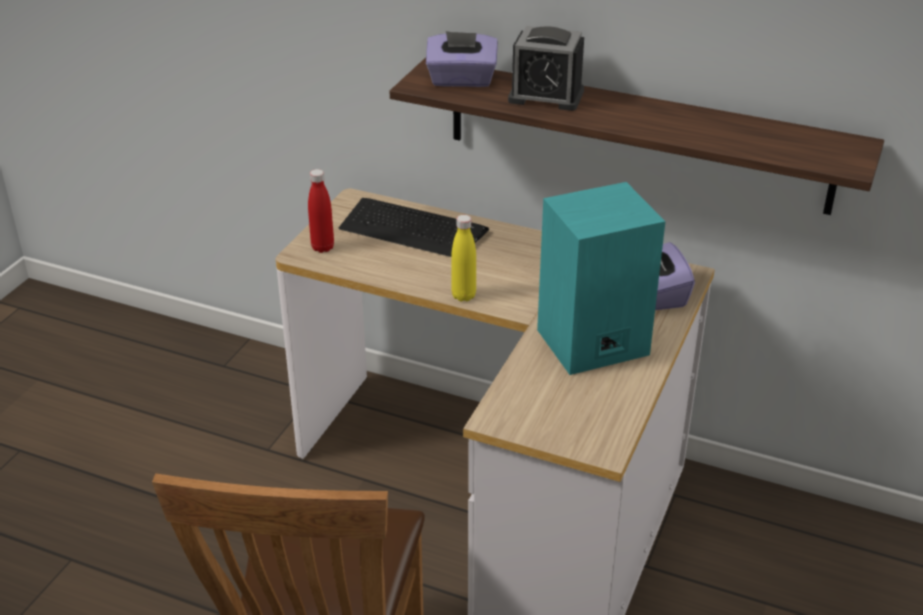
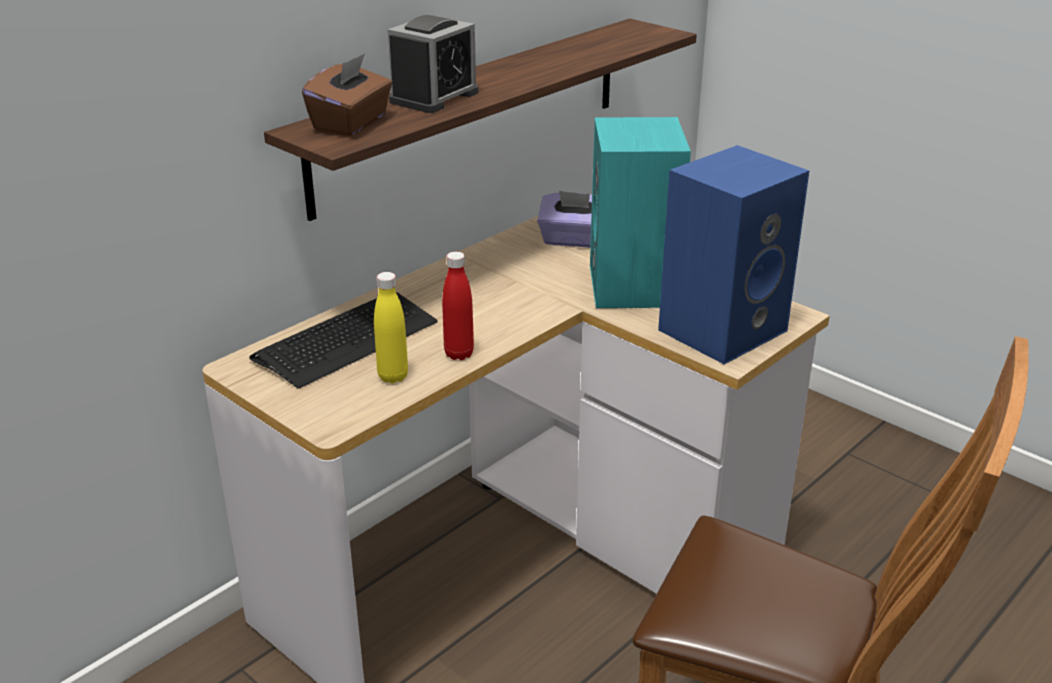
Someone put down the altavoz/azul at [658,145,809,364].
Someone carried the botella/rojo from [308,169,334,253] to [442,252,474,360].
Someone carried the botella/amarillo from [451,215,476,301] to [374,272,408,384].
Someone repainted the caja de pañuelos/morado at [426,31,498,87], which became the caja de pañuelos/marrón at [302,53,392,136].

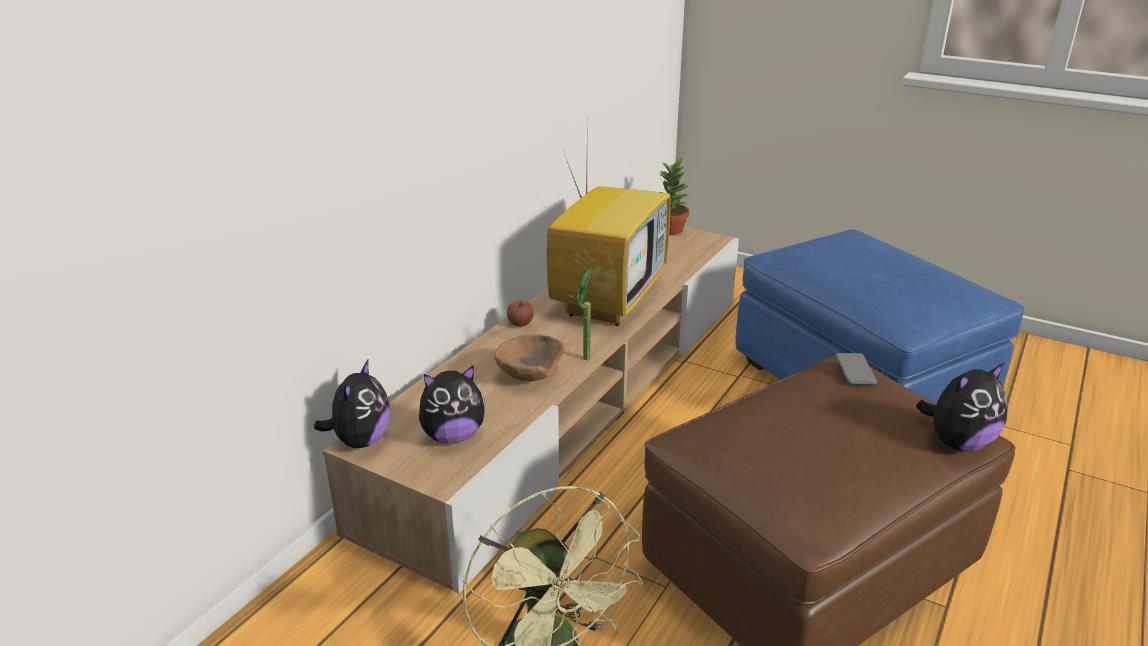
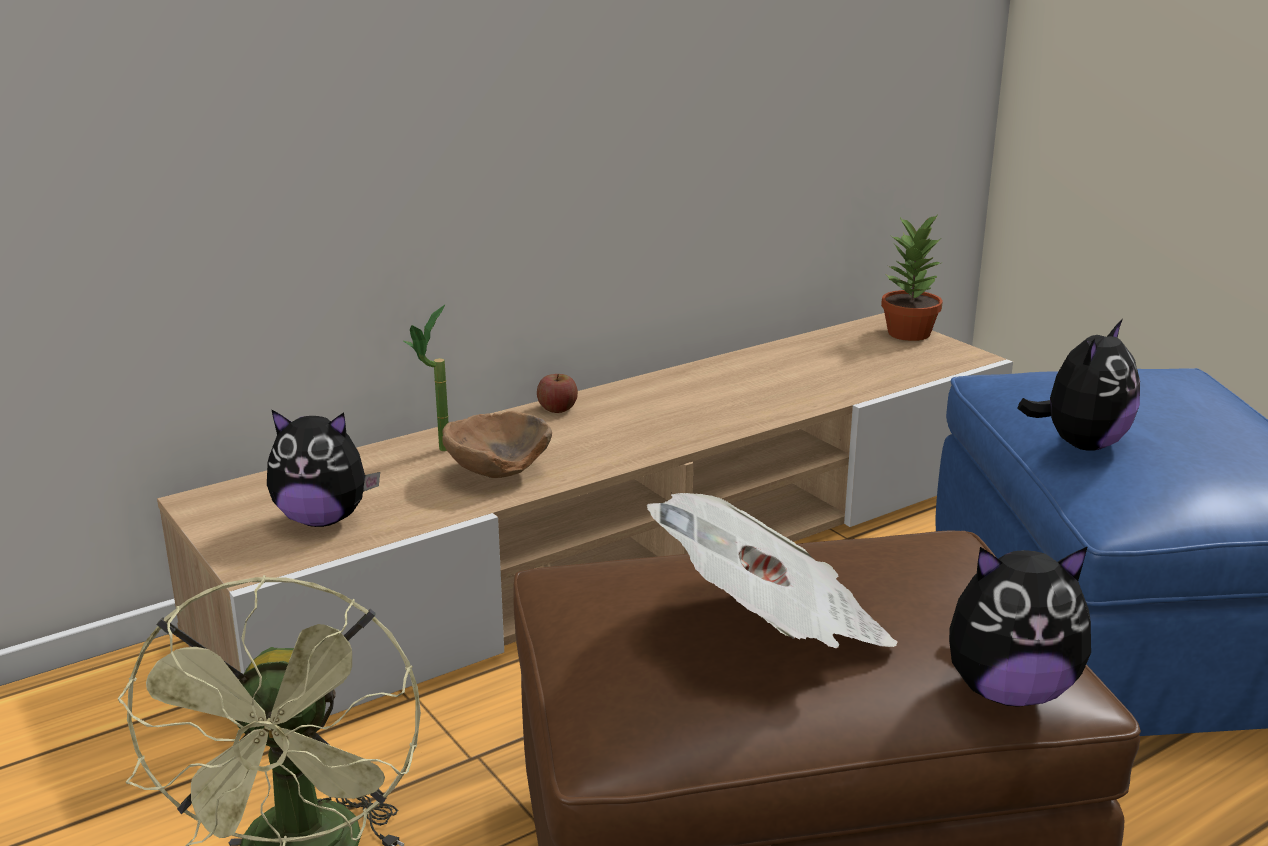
Someone took away the televisor at [547,151,670,326].
Someone took away the móvil at [836,353,877,385].
Someone put down the periódico at [647,493,898,648].
Someone carried the peluche from [314,360,391,448] to [1017,319,1140,451].
Someone carried the planta en maceta from [570,268,591,360] to [404,305,448,451].

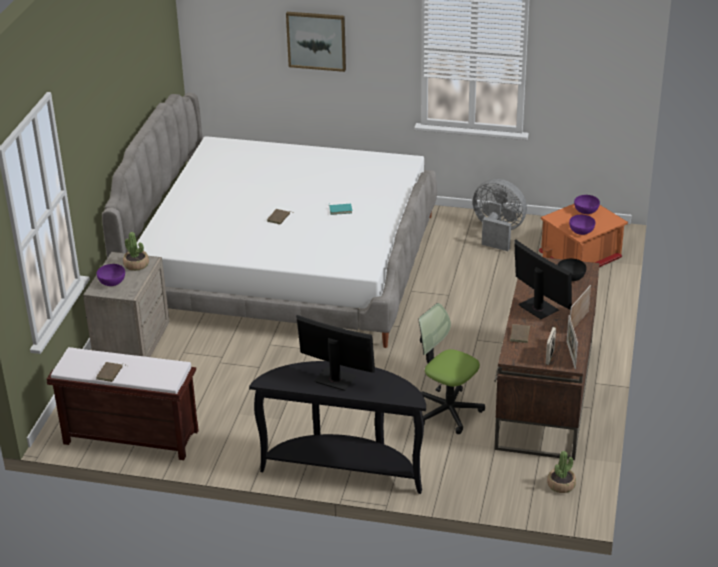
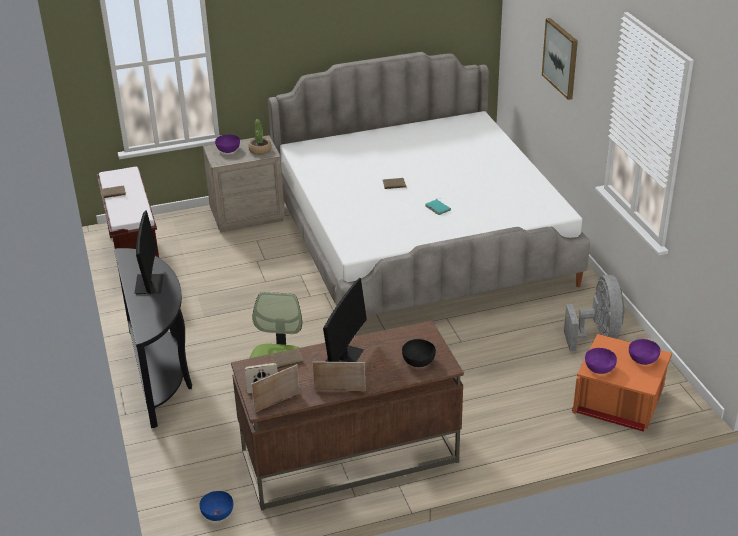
Someone swapped the planta en maceta at [547,451,576,493] for the cuenco/azul at [200,491,233,521].

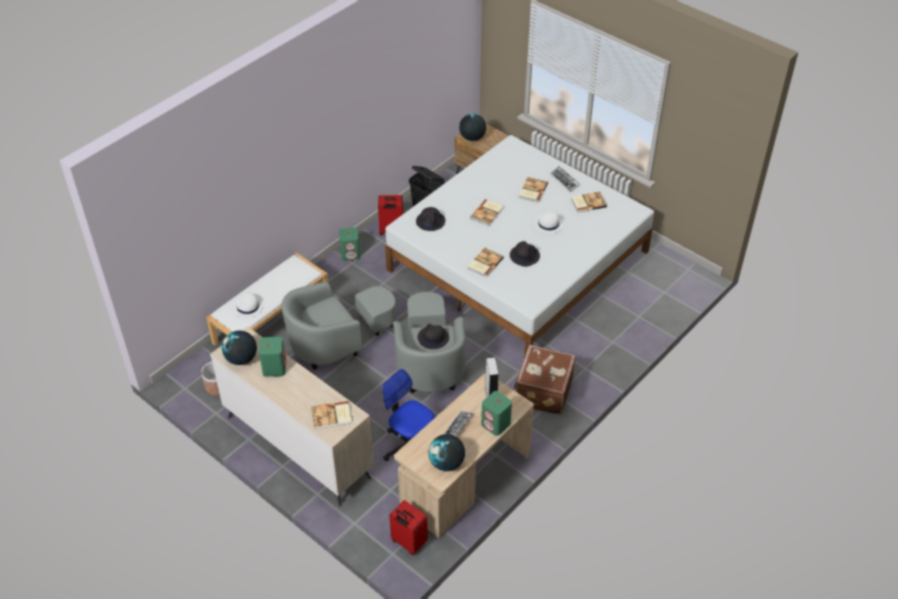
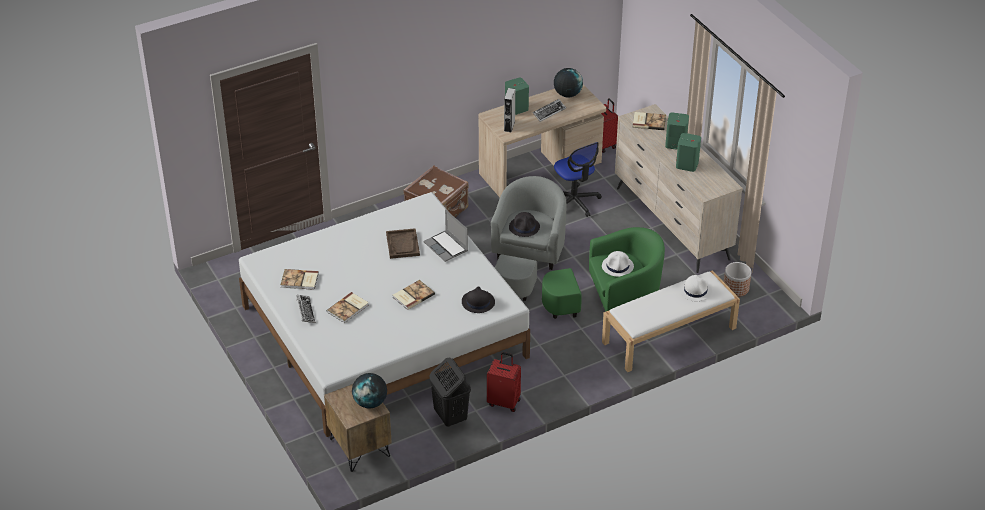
Someone took away the globo terráqueo at [222,330,257,365].
Someone carried the altavoz/verde from [339,227,360,261] to [665,113,689,150].
Someone carried the sombrero/blanco from [534,210,564,234] to [602,251,634,277].
Someone swapped the libro at [468,248,504,277] for the portátil at [423,209,468,262].
Someone swapped the sombrero/negro at [510,241,540,267] for the bandeja/marrón at [386,228,420,259].
Someone repainted the sillón/gris at [281,281,397,370], which became the sillón/verde at [542,227,665,319].

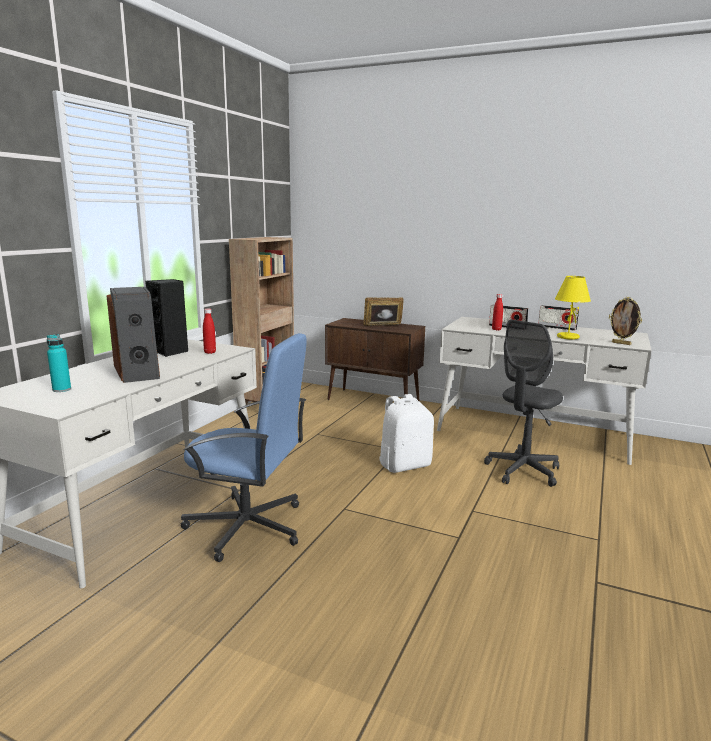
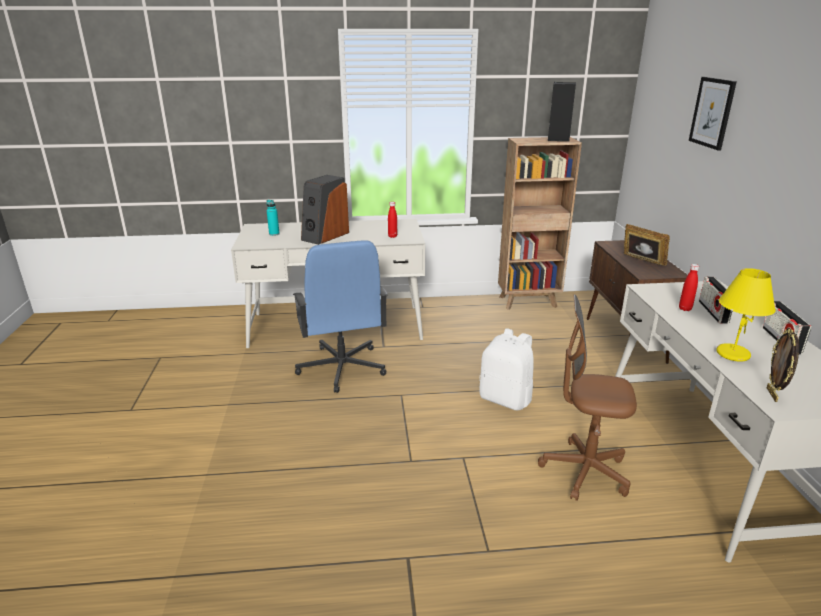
Someone put up the cuadro at [689,77,737,151].
Someone carried the altavoz/negro from [145,279,188,357] to [548,82,576,142].
Someone repainted the silla de oficina/gris at [484,320,563,487], which became the silla de oficina/marrón at [538,295,637,501].

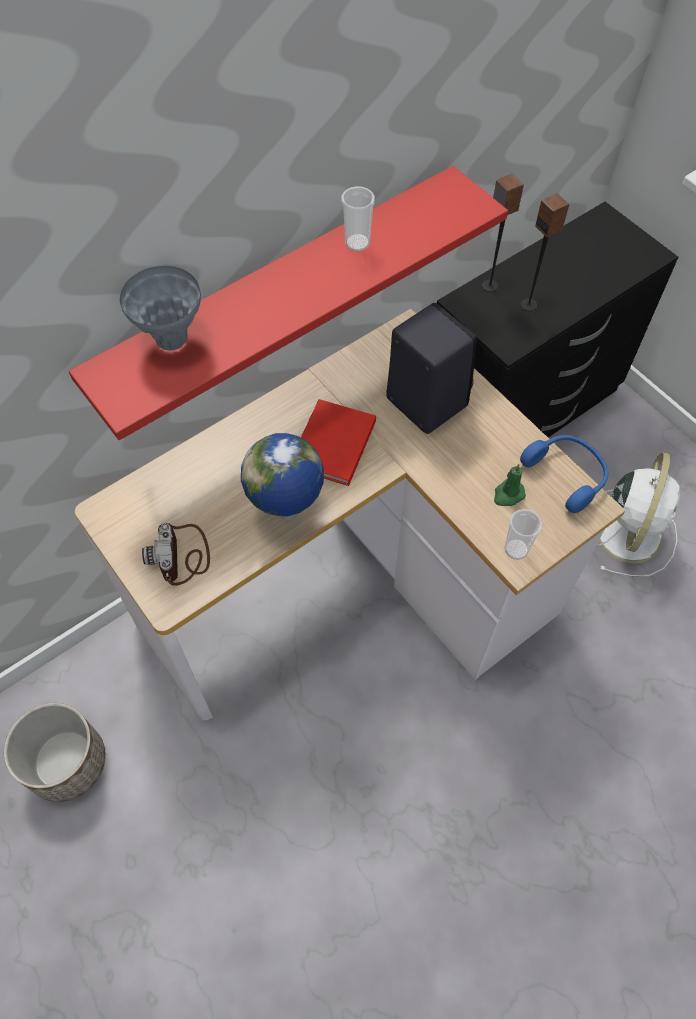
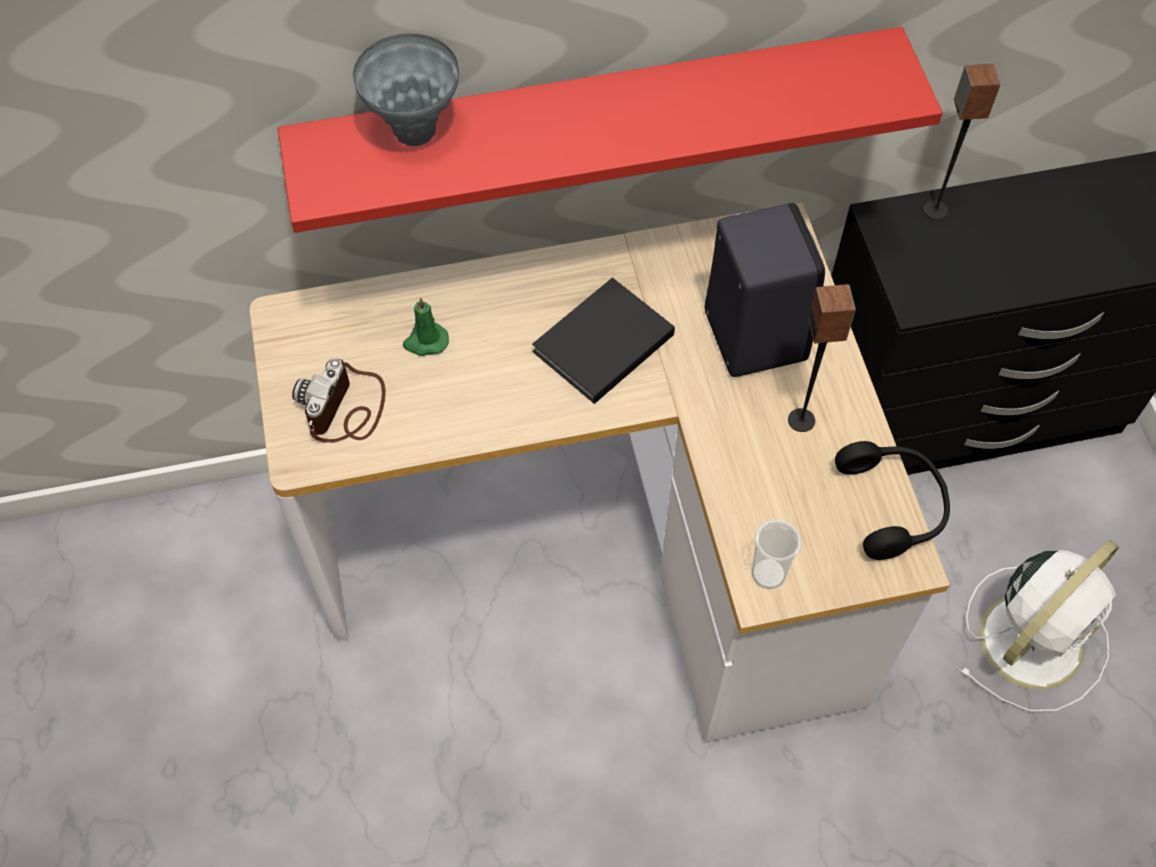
Someone took away the maceta at [4,703,106,802].
Someone took away the globo terráqueo at [241,433,324,520].
Someone took away the taza at [341,186,375,251].
Someone carried the vela/verde from [494,464,526,506] to [403,297,449,356].
Someone carried the altavoz from [520,193,569,311] to [788,284,856,432].
Someone repainted the libro/rojo at [301,399,376,486], which became the libro/negro at [532,277,675,404].
Someone repainted the auriculares/azul at [520,435,608,513], which became the auriculares/negro at [835,441,950,560].

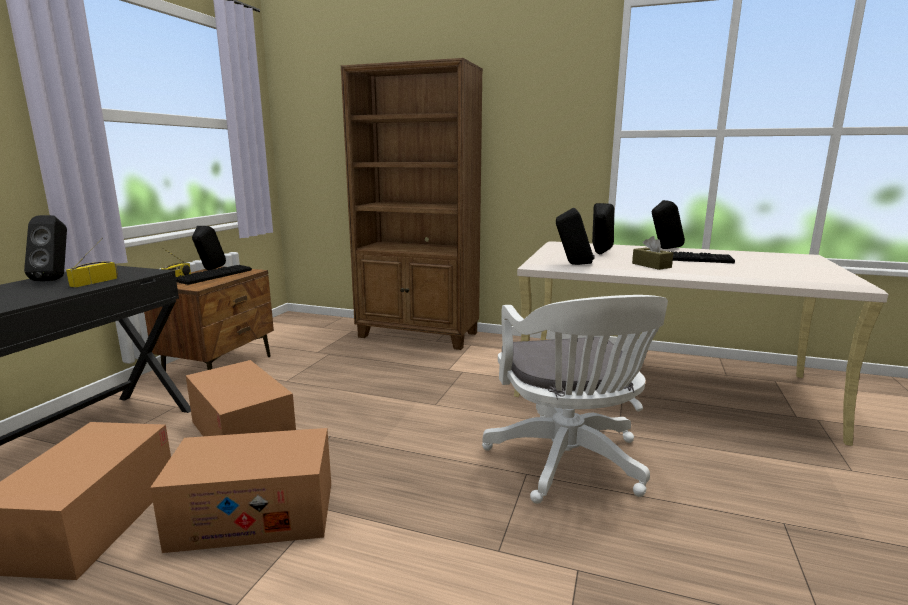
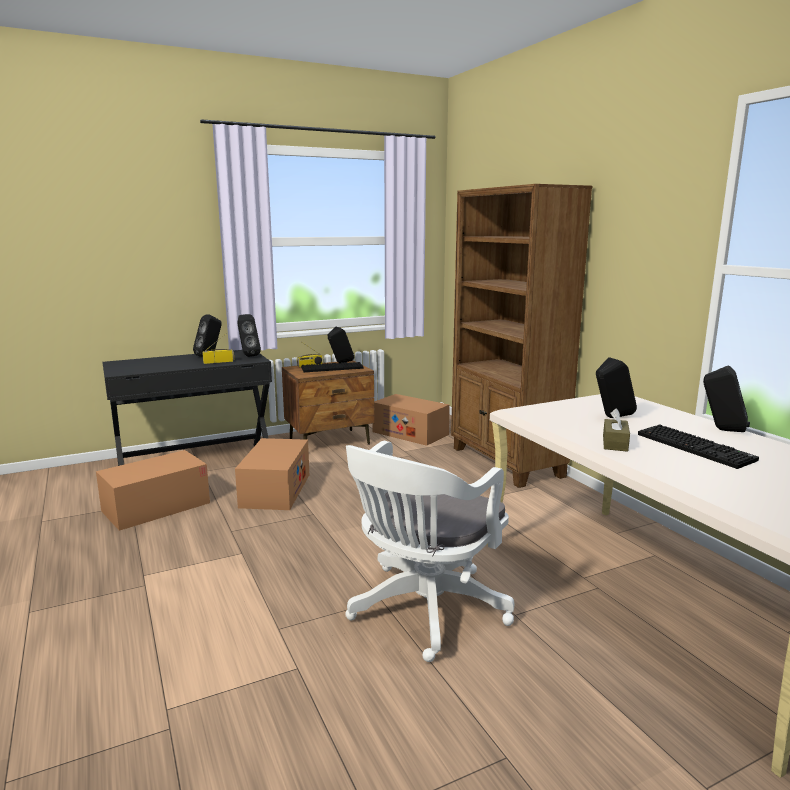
Someone carried the caja de cartón from [150,428,331,553] to [373,394,450,446].
Someone carried the altavoz/negro from [556,208,595,265] to [237,314,261,357].

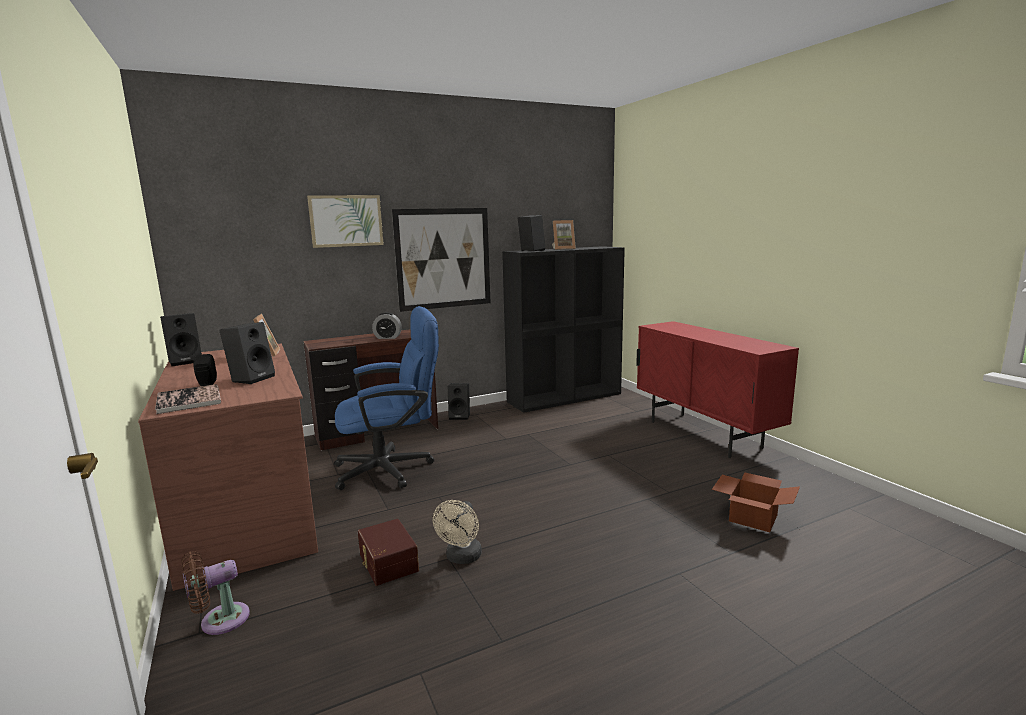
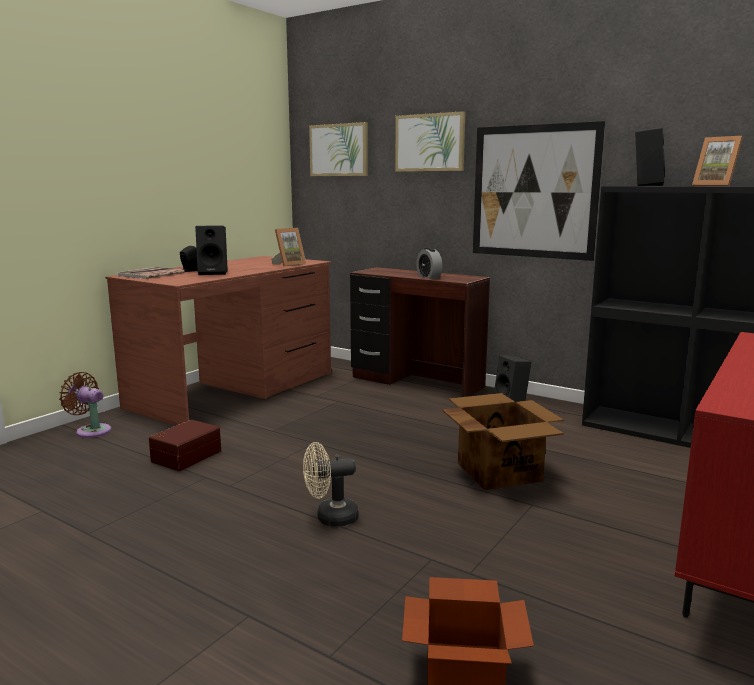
Someone took away the altavoz/negro at [160,313,202,366].
Someone took away the silla de oficina/azul at [334,306,439,490].
Someone put up the cuadro at [309,122,368,176].
Someone put down the caja de cartón at [442,393,564,490].
Someone carried the ventilador/beis from [433,500,482,564] to [303,442,359,527].

